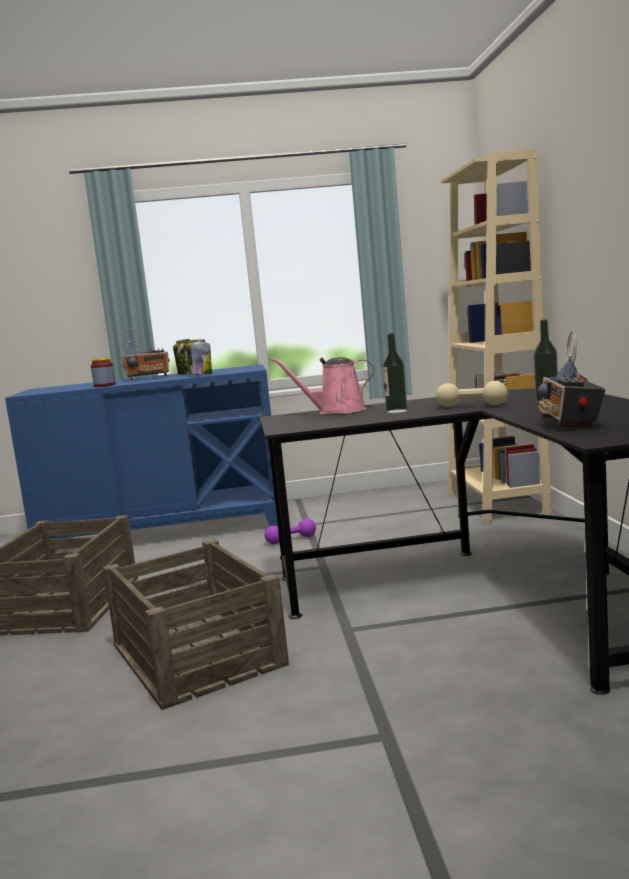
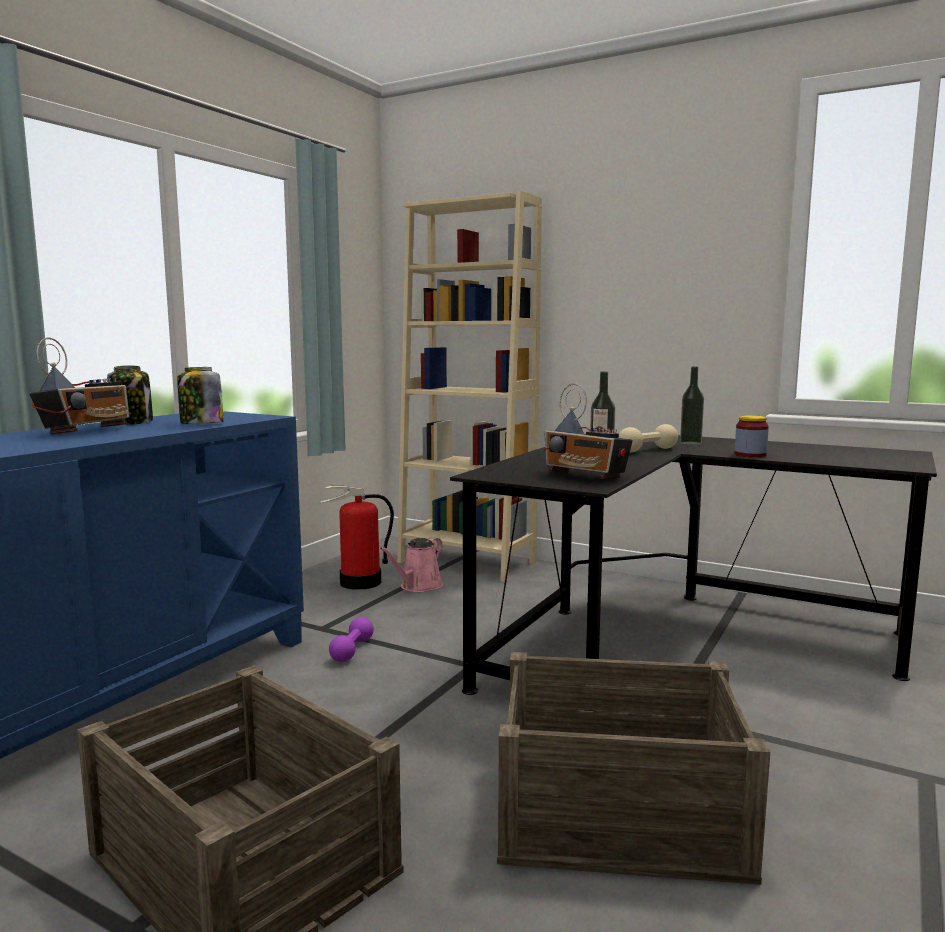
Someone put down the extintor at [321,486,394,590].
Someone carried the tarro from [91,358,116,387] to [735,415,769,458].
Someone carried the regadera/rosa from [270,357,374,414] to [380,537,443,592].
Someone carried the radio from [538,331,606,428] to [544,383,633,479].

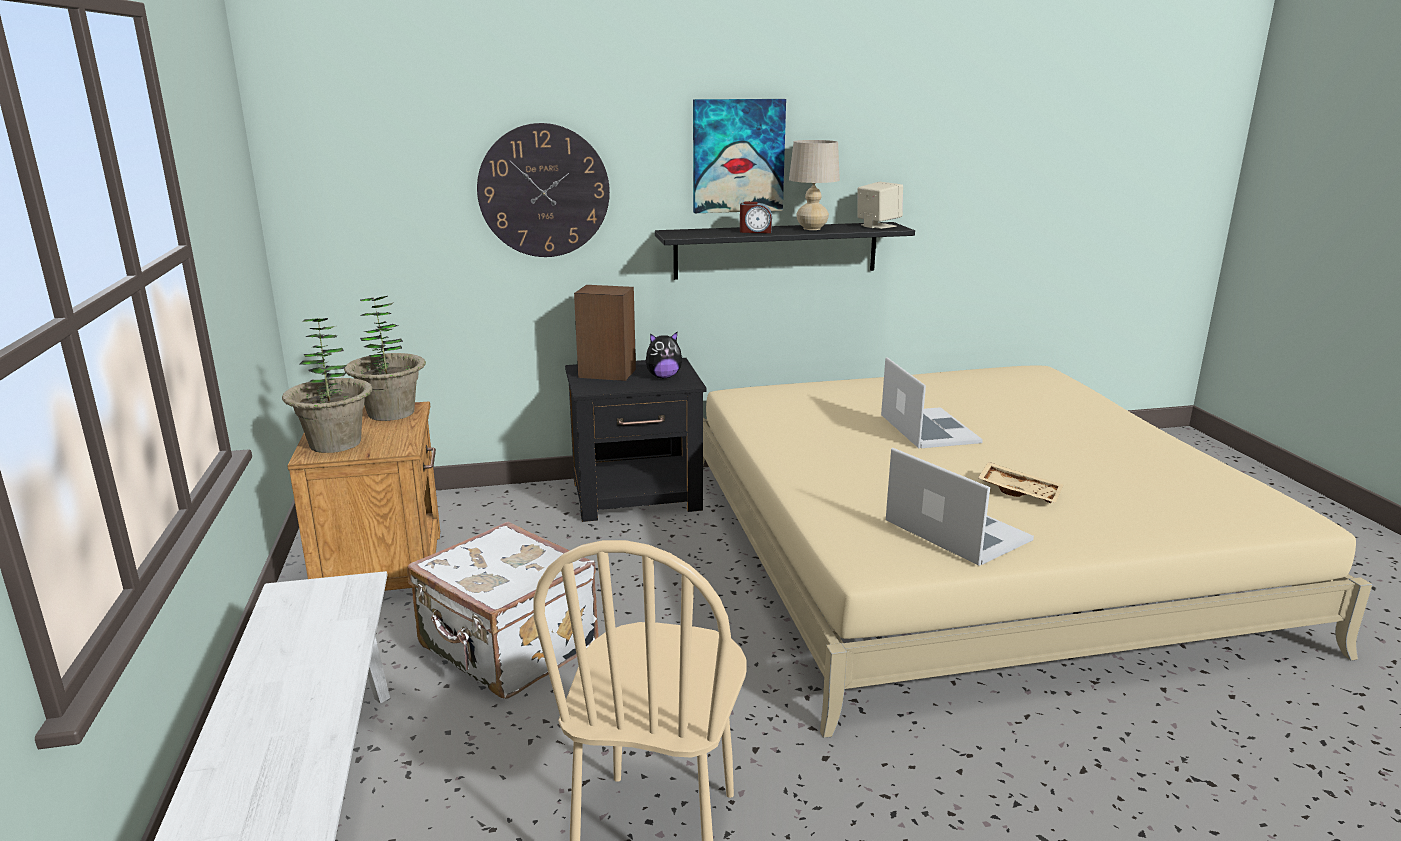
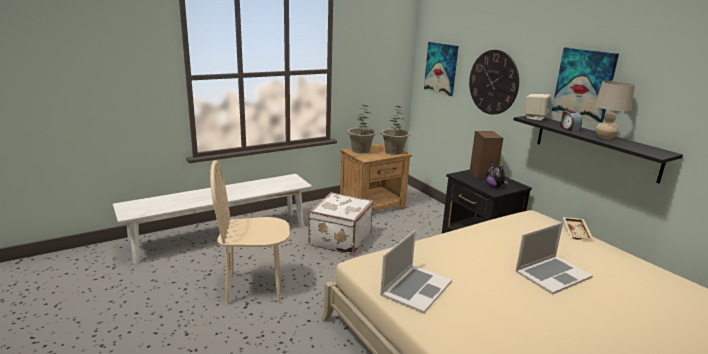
Someone put up the cuadro at [424,42,458,96].
Someone carried the altavoz/beis from [857,182,903,229] to [525,94,551,121].
Someone carried the bandeja/beis from [978,462,1063,503] to [563,217,593,240].

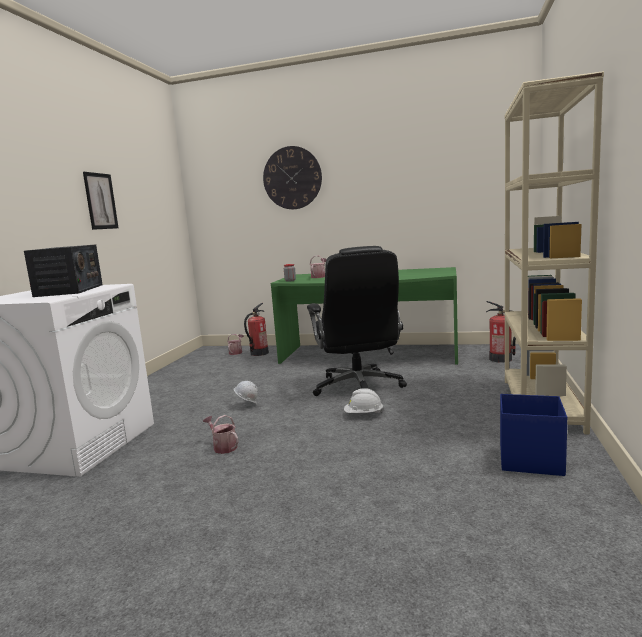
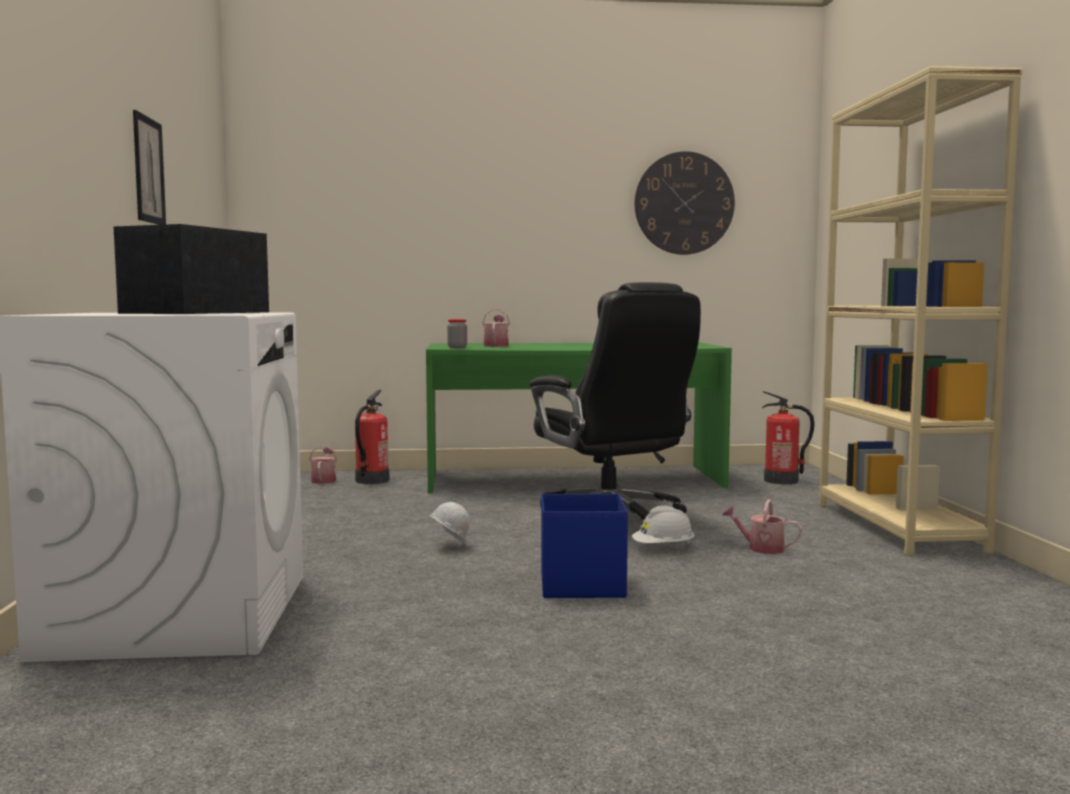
Someone carried the regadera from [203,415,238,454] to [722,499,802,554].
Someone carried the reloj de pared from [263,146,322,209] to [635,151,735,255].
Someone carried the caja de almacenaje/azul from [500,394,567,476] to [541,494,628,598].
Someone rotated the radio at [24,244,103,297] by 135 degrees counterclockwise.

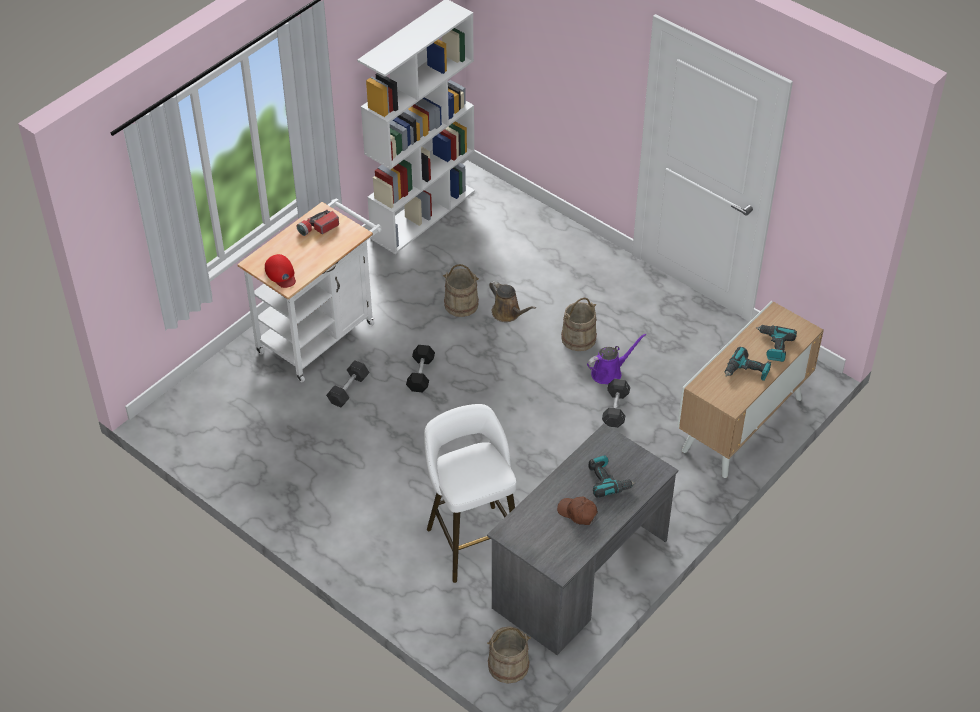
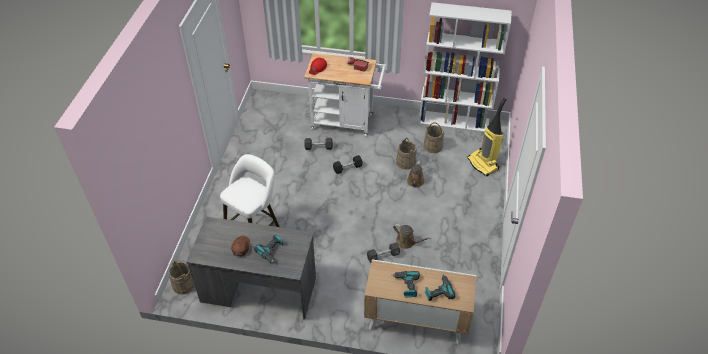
Someone put down the aspiradora at [467,98,507,176].
Someone carried the cubo/beis from [561,298,597,351] to [424,122,445,153].
Someone repainted the regadera/morado at [587,333,647,384], which became the regadera/marrón at [393,224,431,249].

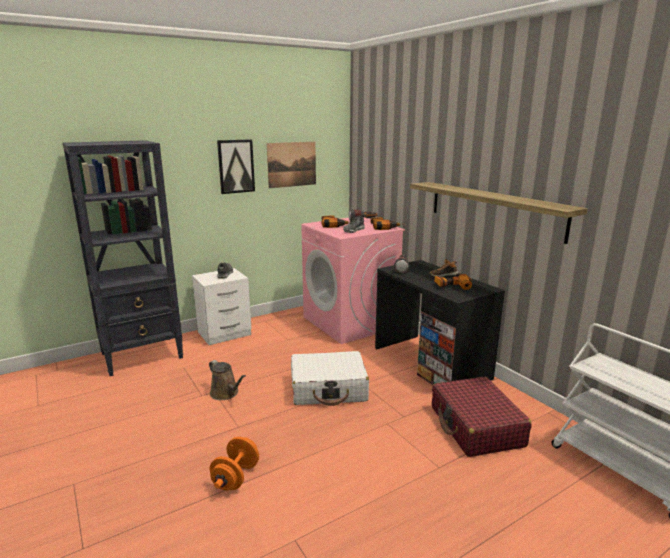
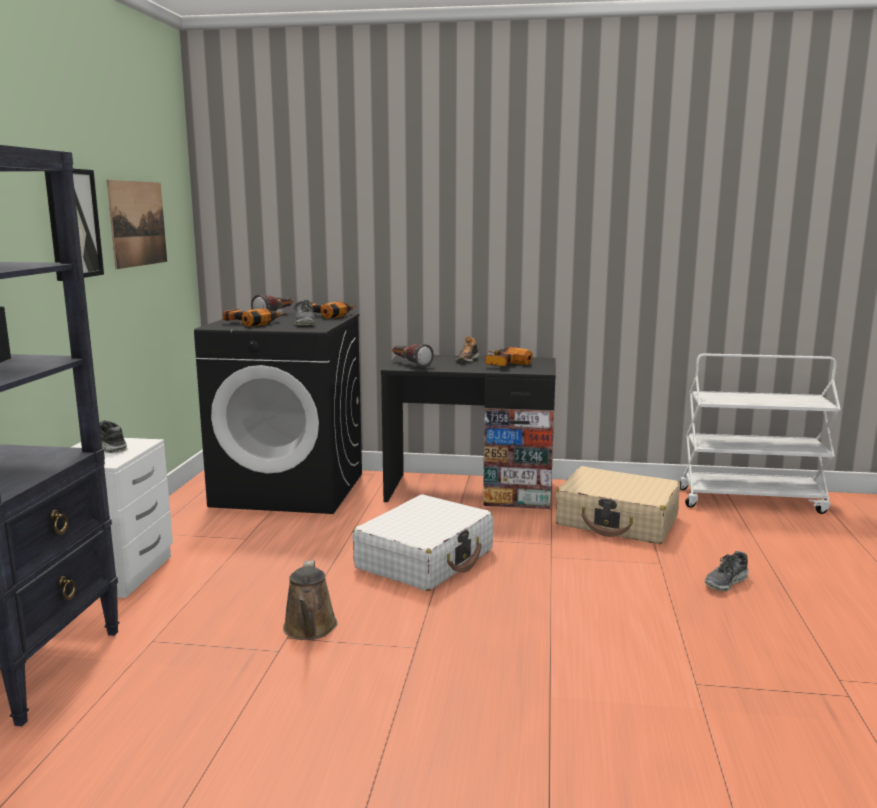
Someone took away the mancuerna/naranja at [209,437,259,490].
Someone took away the estante at [410,182,588,244].
Someone put down the zapato at [704,551,749,591].
Someone repainted the lavadora/rosa at [301,217,405,344], which became the lavadora/negro at [194,312,362,514].
Someone repainted the maleta/rojo at [432,377,532,457], which became the maleta/beis at [556,466,680,544].
Someone rotated the regadera/marrón at [209,360,246,400] by 90 degrees clockwise.

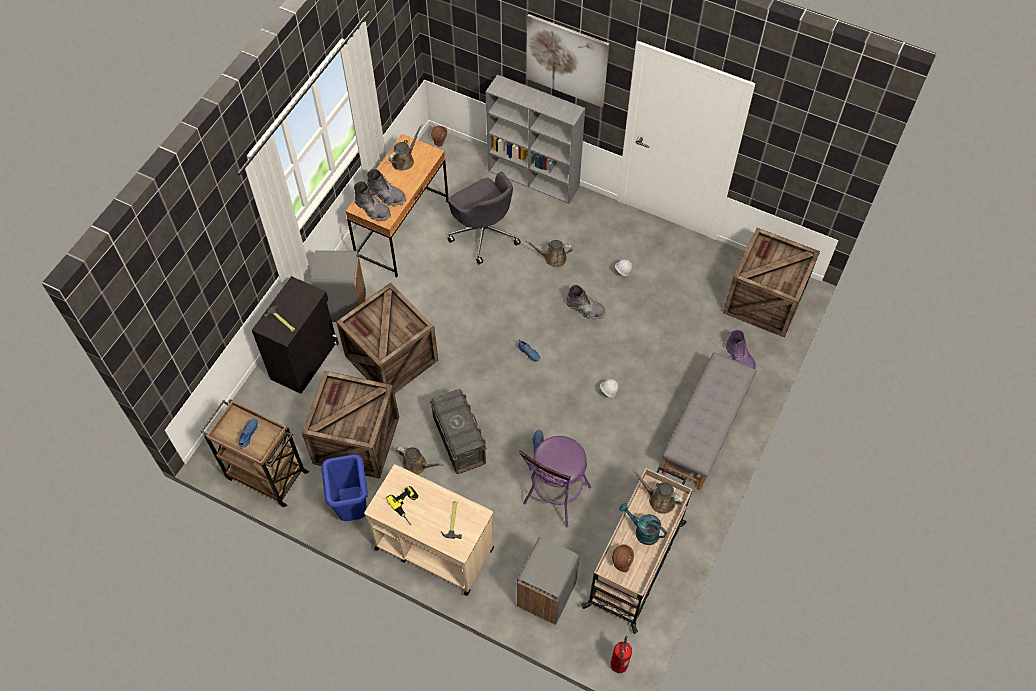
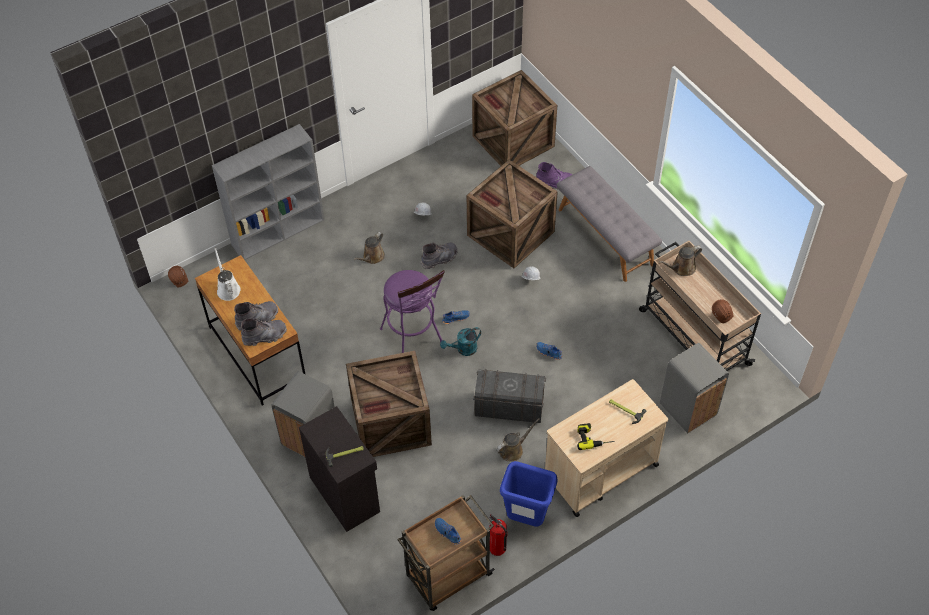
Someone took away the silla de oficina/gris at [447,172,521,264].
Someone took away the cuadro at [527,14,609,107].
Someone carried the caja de embalaje from [302,371,399,479] to [467,160,558,268].
Someone carried the taburete/morado from [519,436,591,527] to [380,270,445,353].
Someone carried the extintor from [611,636,632,673] to [489,514,508,556].
Someone carried the regadera/turquesa from [619,503,667,545] to [440,327,481,356].
Someone repainted the regadera/marrón at [389,124,422,171], which became the regadera/blanco at [214,248,241,301].

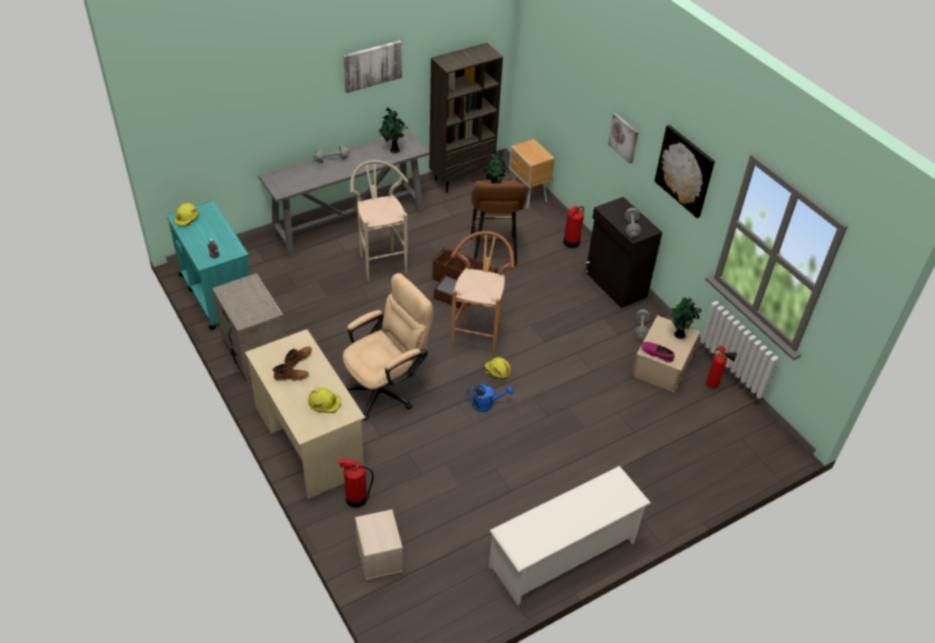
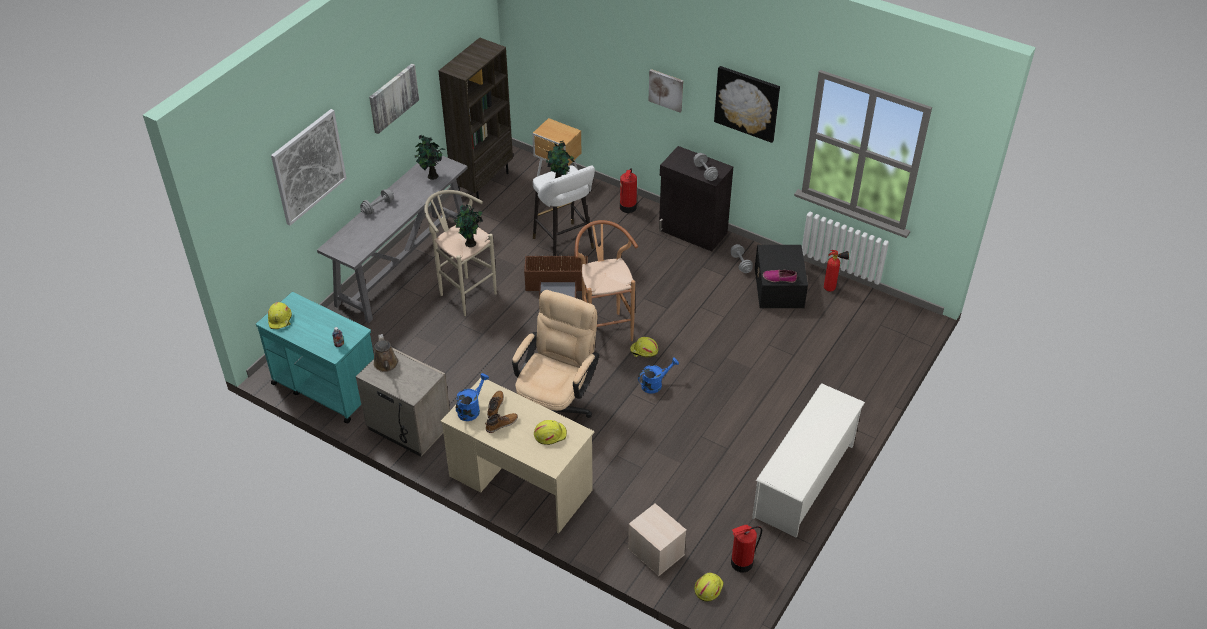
Someone put up the cuadro at [271,109,347,226].
Someone put down the regadera/marrón at [373,334,398,372].
Someone put down the regadera/azul at [456,373,489,421].
Someone put down the casco/amarillo at [694,572,724,602].
Someone carried the extintor from [338,459,374,508] to [731,525,762,572].
Someone carried the planta en maceta from [671,297,702,339] to [454,204,483,247].
Someone repainted the taburete/marrón at [471,180,527,266], which became the taburete/blanco at [533,165,595,256].
Someone repainted the caja de almacenaje/beis at [631,315,701,393], which became the caja de almacenaje/negro at [755,245,808,308].

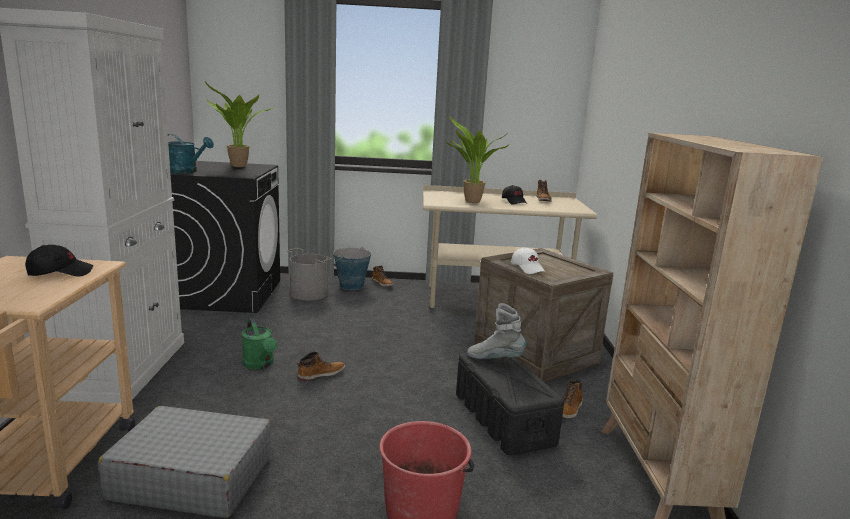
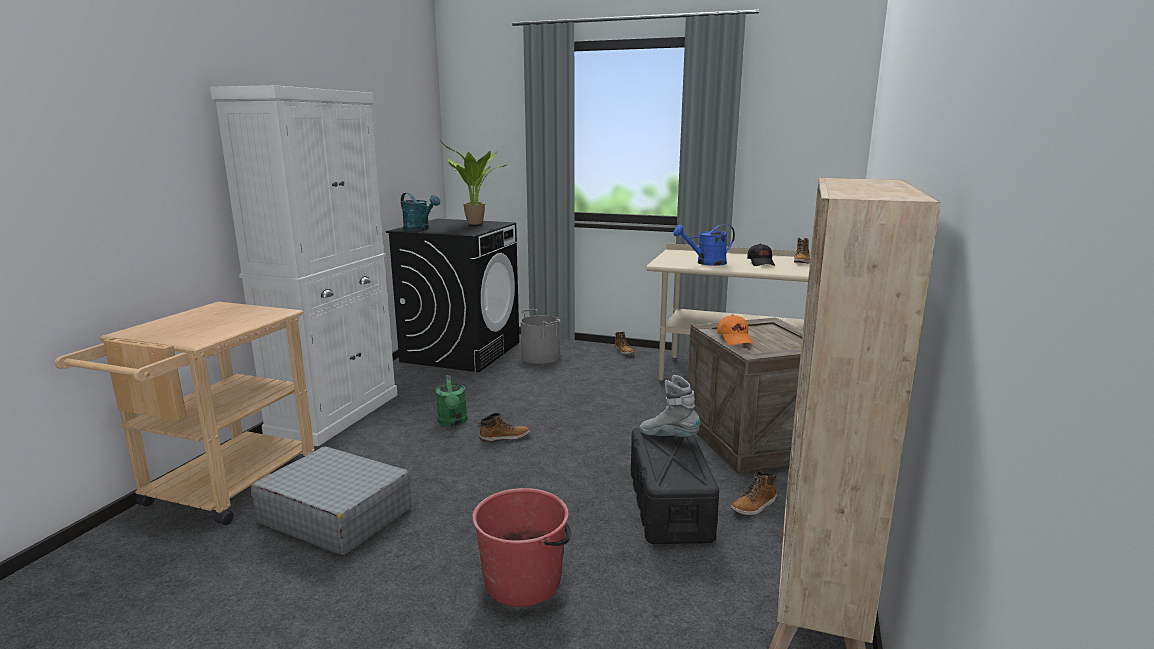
Someone took away the gorra/negro at [25,245,93,277].
Someone took away the cubo at [333,247,371,290].
Someone swapped the planta en maceta at [446,116,509,203] for the regadera/azul at [673,224,735,266].
Someone repainted the gorra/blanco at [511,247,545,274], which became the gorra/naranja at [717,315,753,345].

